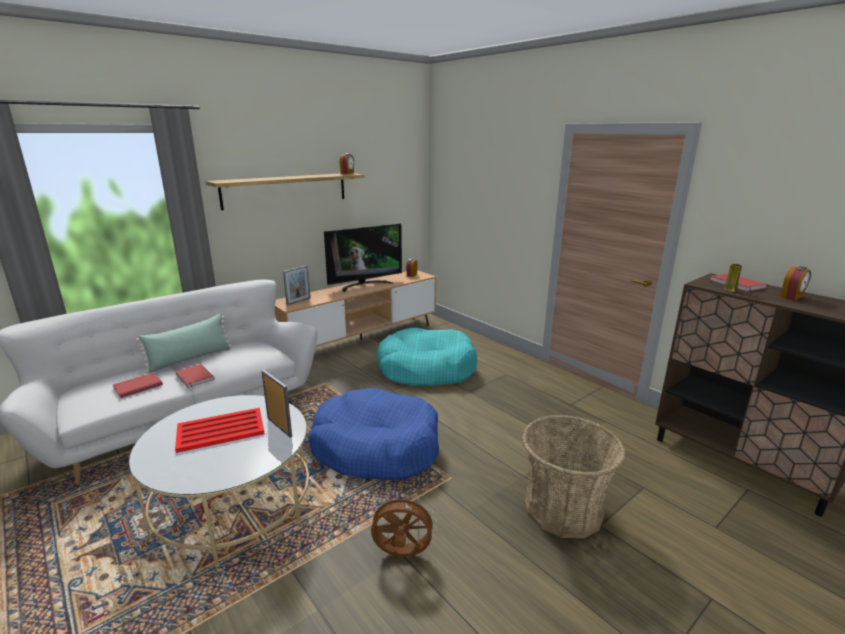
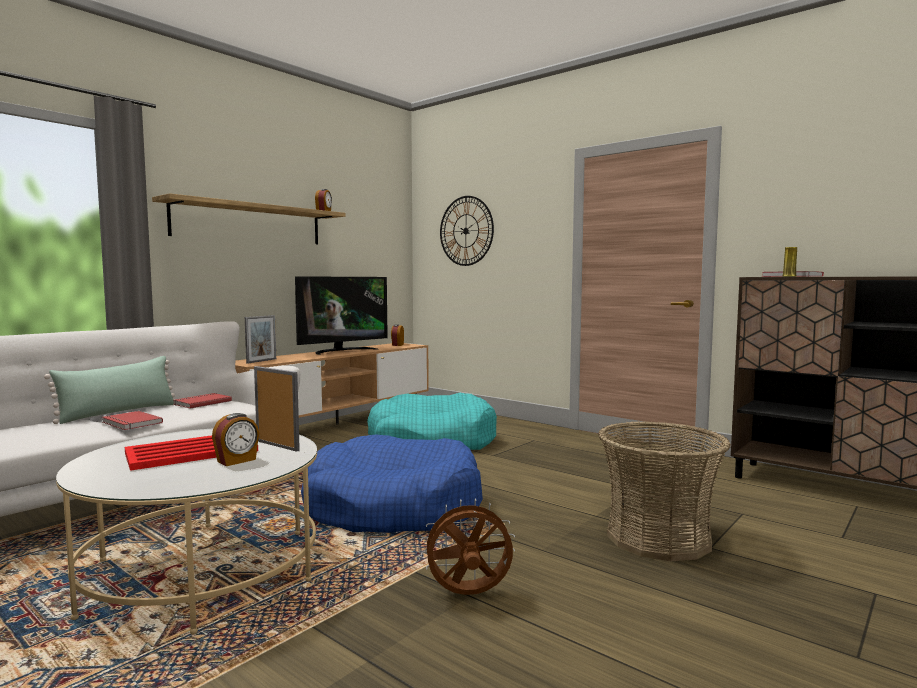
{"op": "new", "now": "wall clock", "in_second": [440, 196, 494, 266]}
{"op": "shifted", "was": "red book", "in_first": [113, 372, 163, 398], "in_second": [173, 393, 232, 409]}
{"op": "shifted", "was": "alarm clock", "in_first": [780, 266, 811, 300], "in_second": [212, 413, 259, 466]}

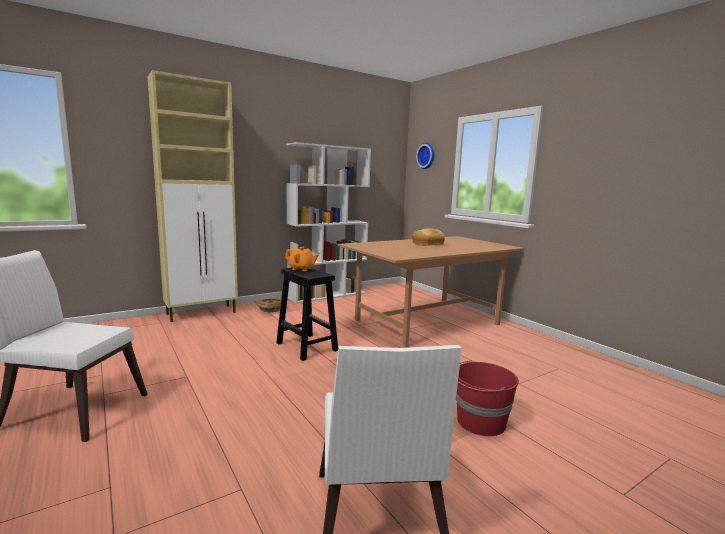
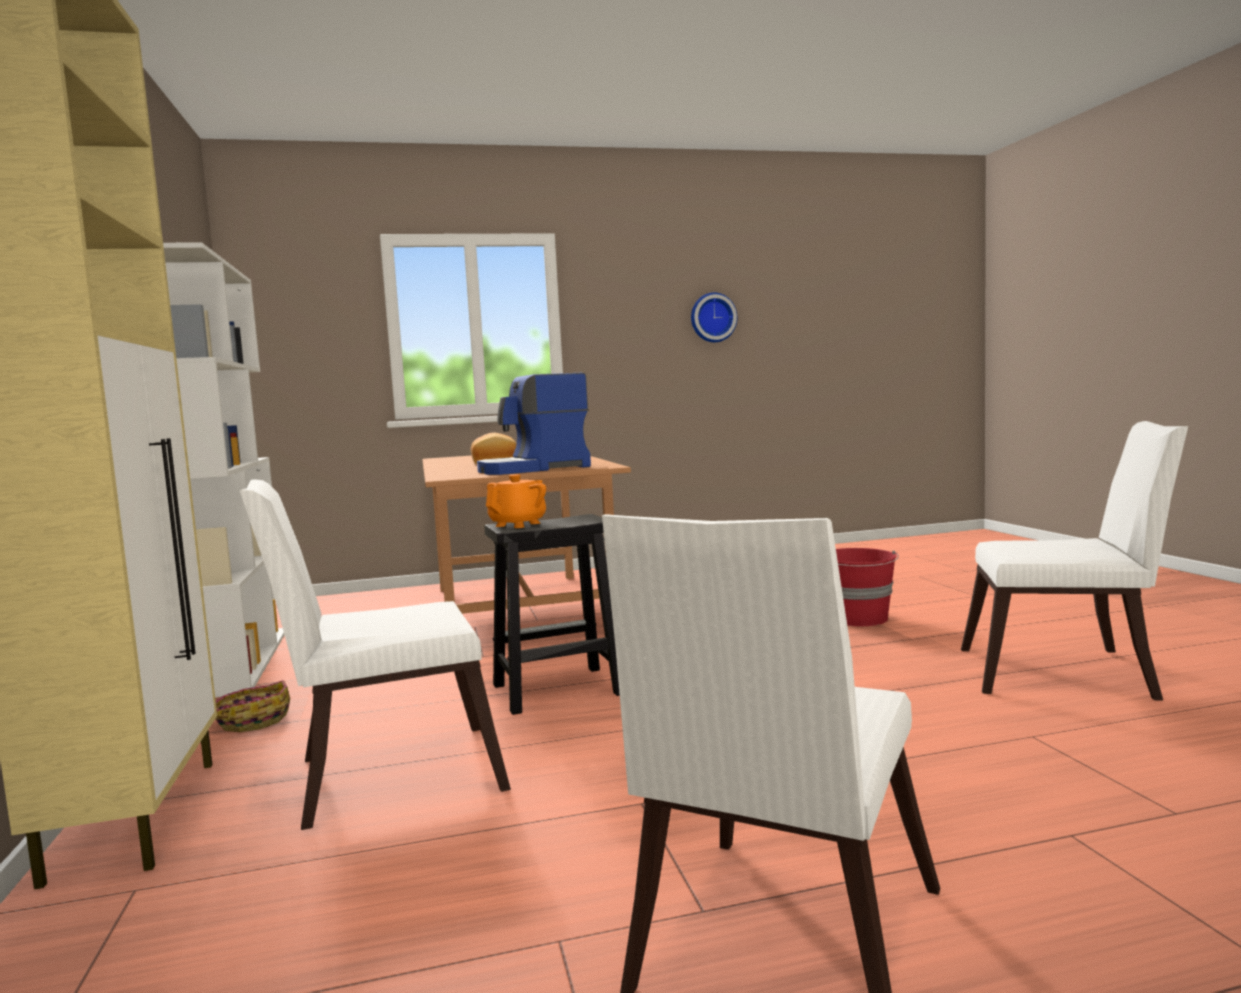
{"op": "new", "now": "white chair", "in_second": [240, 479, 511, 830]}
{"op": "new", "now": "coffee machine", "in_second": [477, 373, 591, 475]}
{"op": "shifted", "was": "wall clock", "in_first": [416, 143, 435, 169], "in_second": [691, 292, 737, 342]}

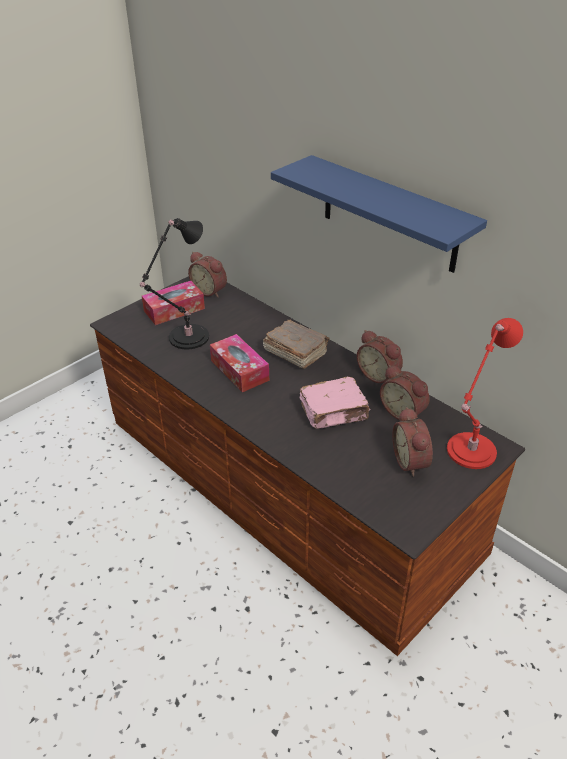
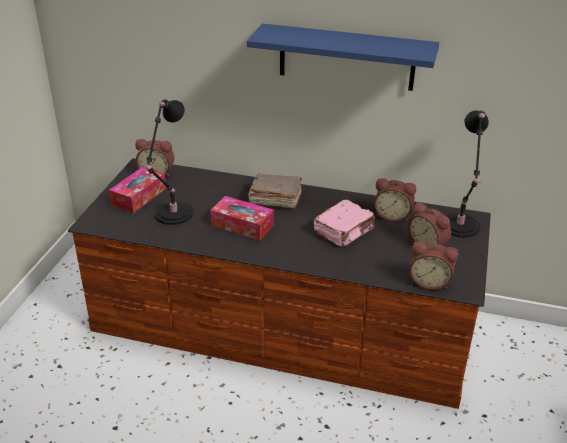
{"op": "shifted", "was": "alarm clock", "in_first": [357, 330, 403, 383], "in_second": [409, 242, 458, 290]}
{"op": "repainted", "was": "red table lamp", "now": "black table lamp", "in_first": [447, 318, 523, 469], "in_second": [445, 111, 489, 237]}

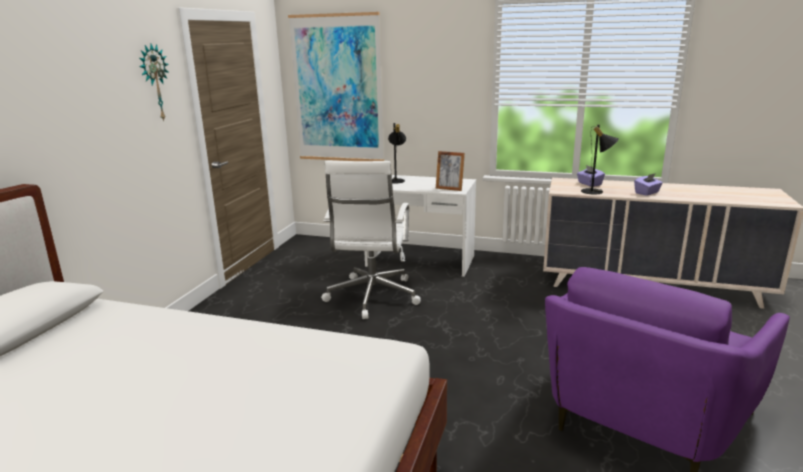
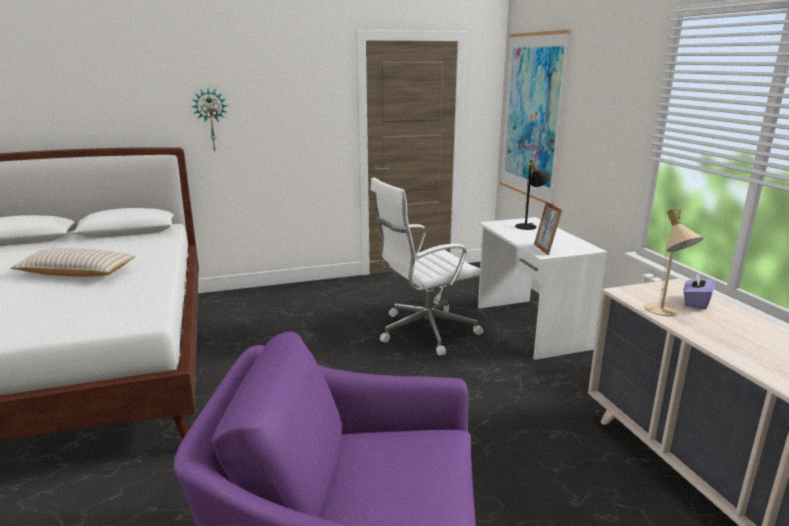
{"op": "gone", "was": "purple tissue box", "in_first": [634, 173, 663, 196]}
{"op": "new", "now": "beige pillow", "in_second": [10, 248, 136, 277]}
{"op": "shifted", "was": "wall clock", "in_first": [139, 44, 169, 121], "in_second": [191, 88, 228, 151]}
{"op": "repainted", "was": "black table lamp", "now": "beige table lamp", "in_first": [581, 124, 619, 195], "in_second": [644, 208, 703, 316]}

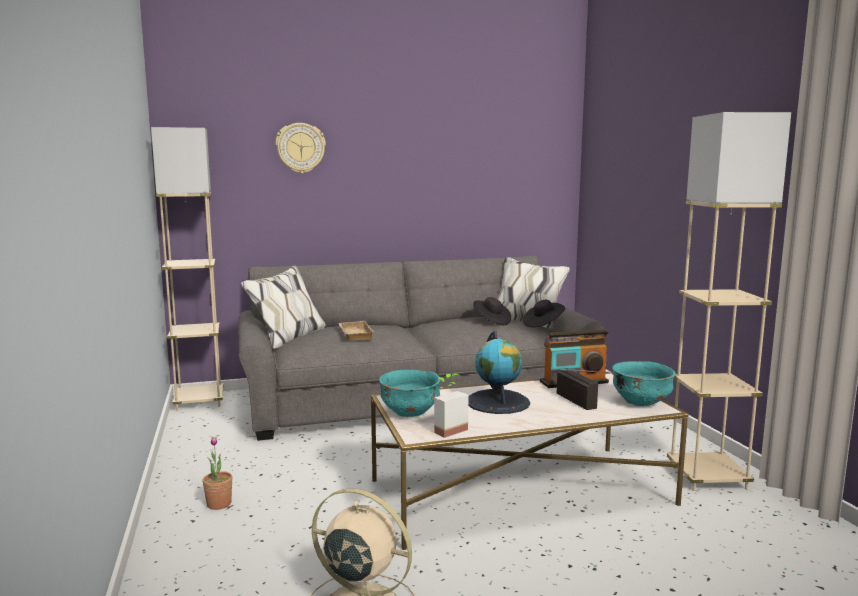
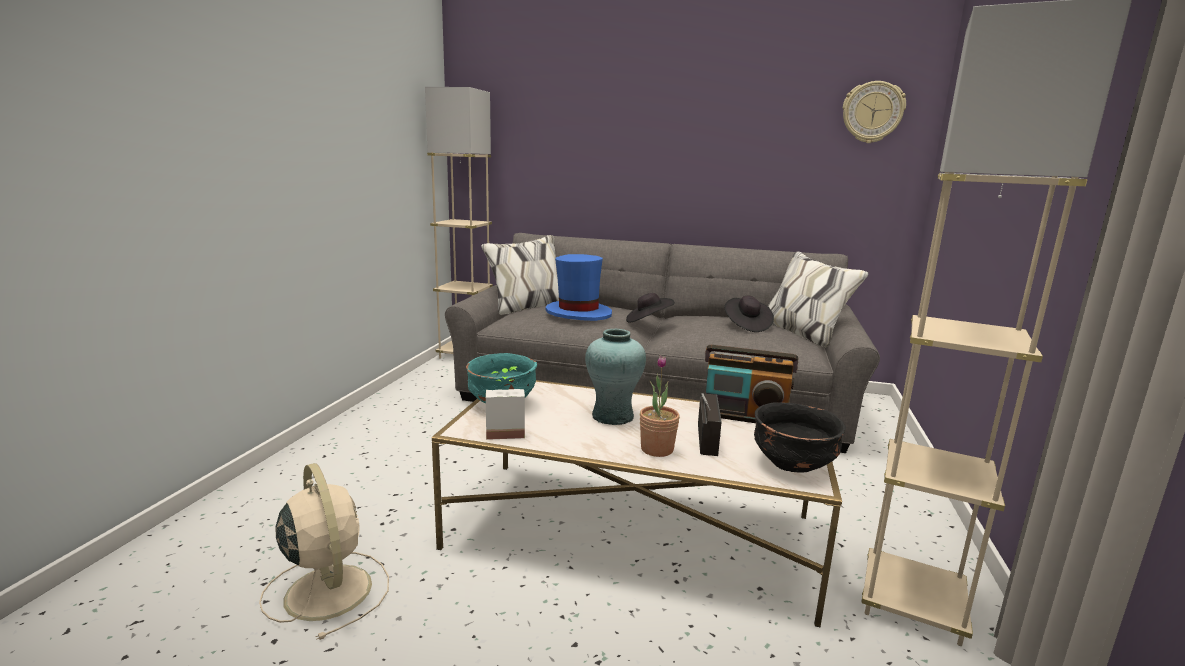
{"op": "shifted", "was": "potted plant", "in_first": [202, 437, 232, 510], "in_second": [640, 355, 680, 457]}
{"op": "shifted", "was": "wall clock", "in_first": [275, 123, 326, 173], "in_second": [843, 81, 906, 143]}
{"op": "shifted", "was": "black hat", "in_first": [523, 300, 565, 328], "in_second": [626, 293, 675, 323]}
{"op": "swapped", "was": "beige tray", "now": "blue hat", "in_first": [338, 321, 374, 341], "in_second": [545, 254, 612, 321]}
{"op": "swapped", "was": "globe", "now": "turquoise vase", "in_first": [468, 331, 530, 414], "in_second": [585, 329, 646, 425]}
{"op": "repainted", "was": "turquoise bowl", "now": "black bowl", "in_first": [612, 361, 676, 406], "in_second": [754, 402, 846, 473]}

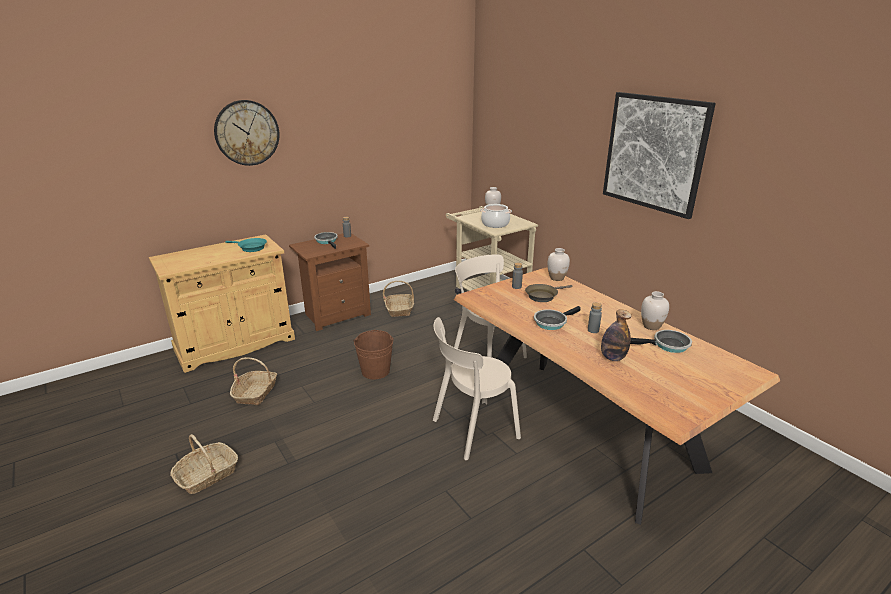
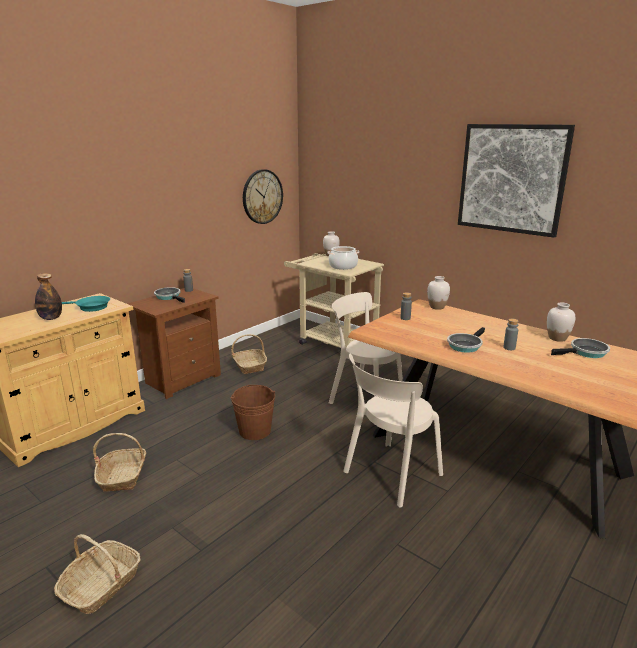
{"op": "gone", "was": "brown frying pan", "in_first": [525, 284, 573, 302]}
{"op": "shifted", "was": "wall clock", "in_first": [214, 100, 279, 166], "in_second": [243, 169, 283, 224]}
{"op": "shifted", "was": "bottle", "in_first": [601, 309, 632, 361], "in_second": [35, 273, 62, 320]}

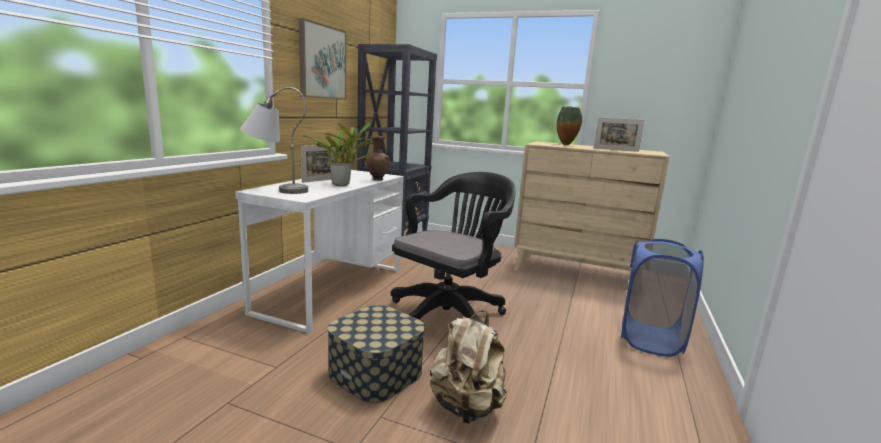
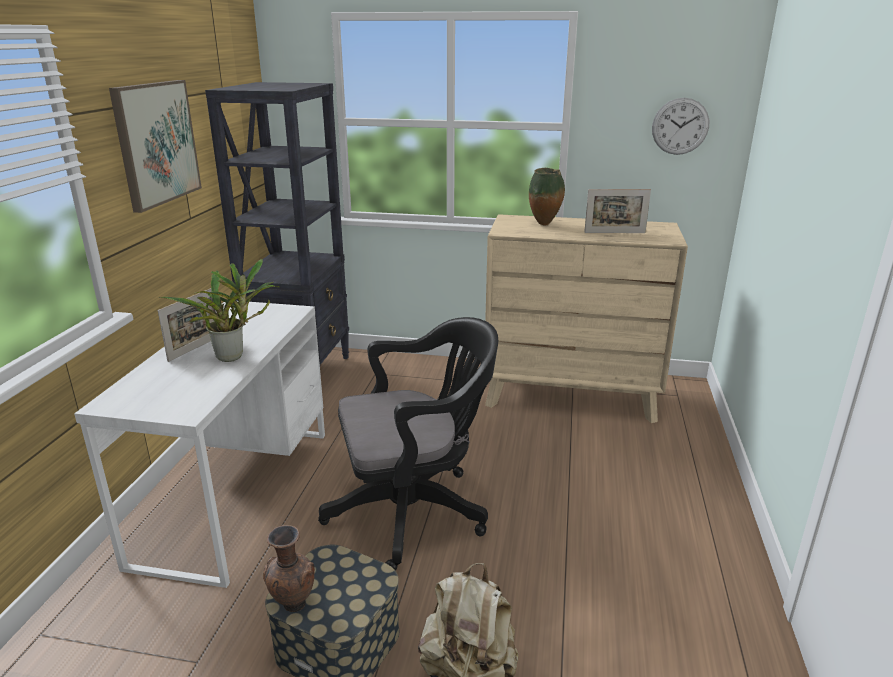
{"op": "gone", "was": "grey table lamp", "in_first": [240, 87, 308, 194]}
{"op": "gone", "was": "blue laundry basket", "in_first": [621, 239, 704, 357]}
{"op": "new", "now": "wall clock", "in_second": [652, 98, 709, 155]}
{"op": "shifted", "was": "brown vase", "in_first": [366, 136, 390, 181], "in_second": [263, 525, 315, 612]}
{"op": "rotated", "was": "black office chair", "in_first": [391, 172, 516, 324], "in_second": [318, 317, 498, 571], "clockwise": 45}

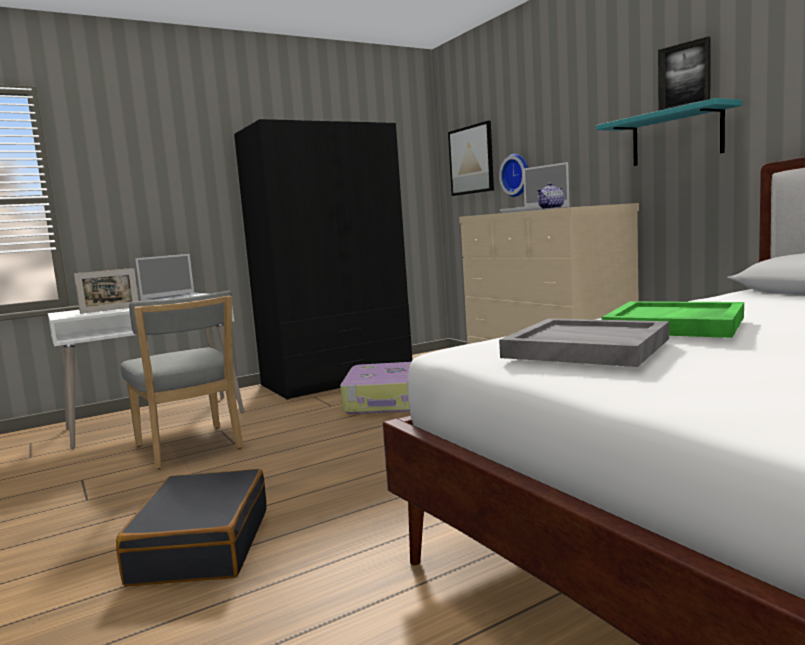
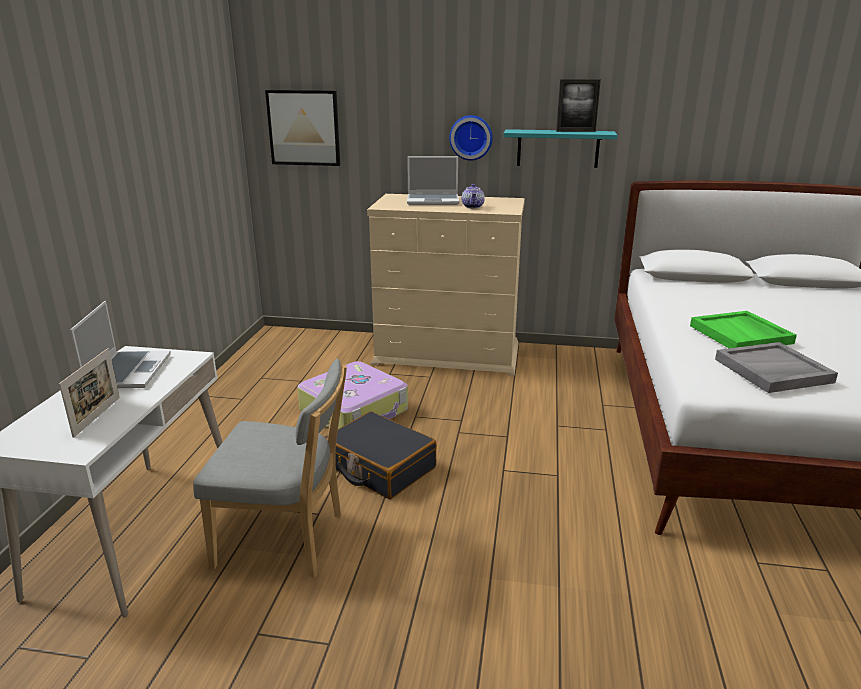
{"op": "gone", "was": "black wardrobe", "in_first": [234, 119, 412, 400]}
{"op": "shifted", "was": "black suitcase", "in_first": [116, 469, 267, 586], "in_second": [324, 411, 437, 499]}
{"op": "shifted", "was": "wall clock", "in_first": [499, 154, 528, 197], "in_second": [449, 115, 493, 161]}

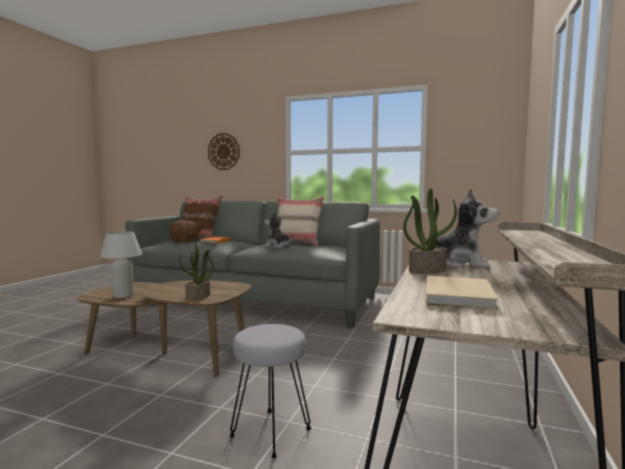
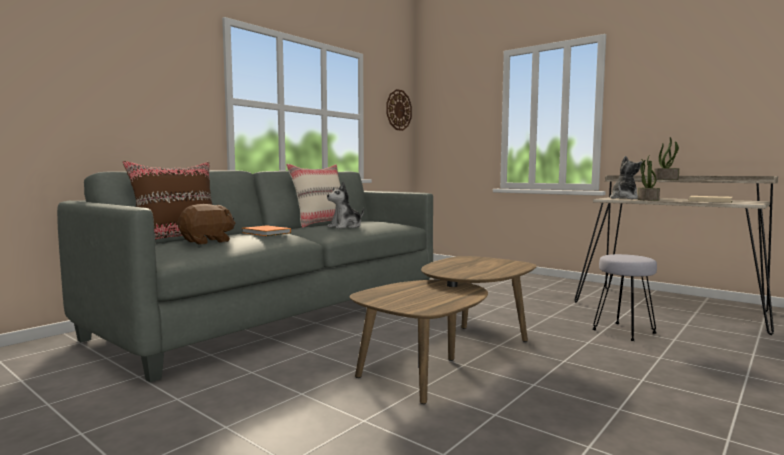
{"op": "gone", "was": "white table lamp", "in_first": [100, 232, 142, 298]}
{"op": "shifted", "was": "potted plant", "in_first": [179, 245, 214, 300], "in_second": [654, 137, 679, 180]}
{"op": "shifted", "was": "wall clock", "in_first": [208, 133, 240, 170], "in_second": [386, 89, 412, 131]}

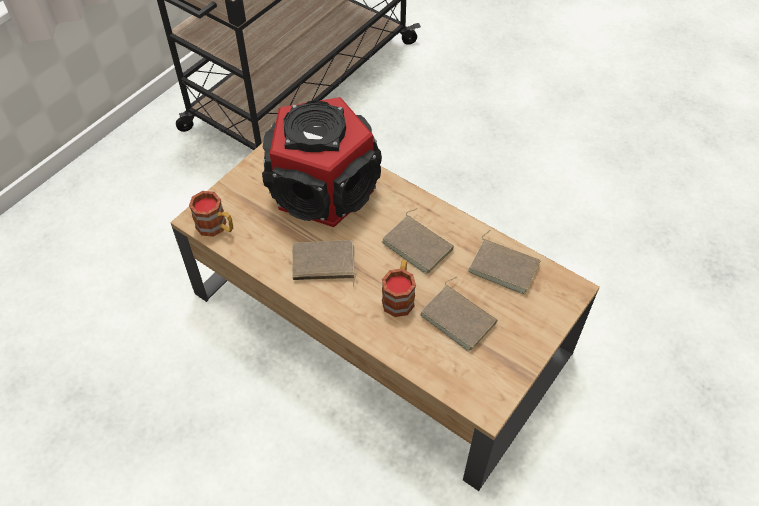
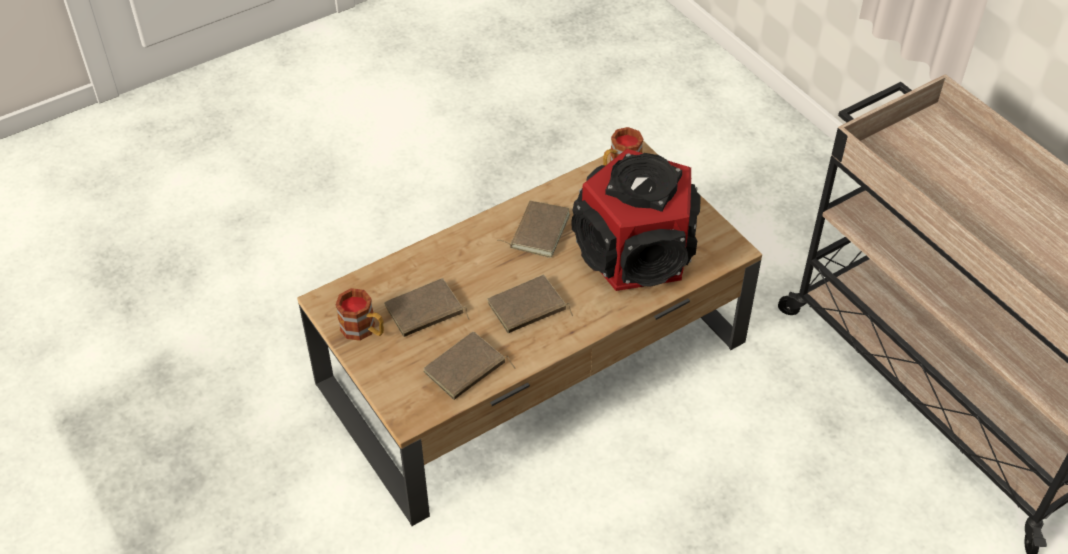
{"op": "shifted", "was": "mug", "in_first": [382, 260, 416, 317], "in_second": [336, 288, 384, 341]}

